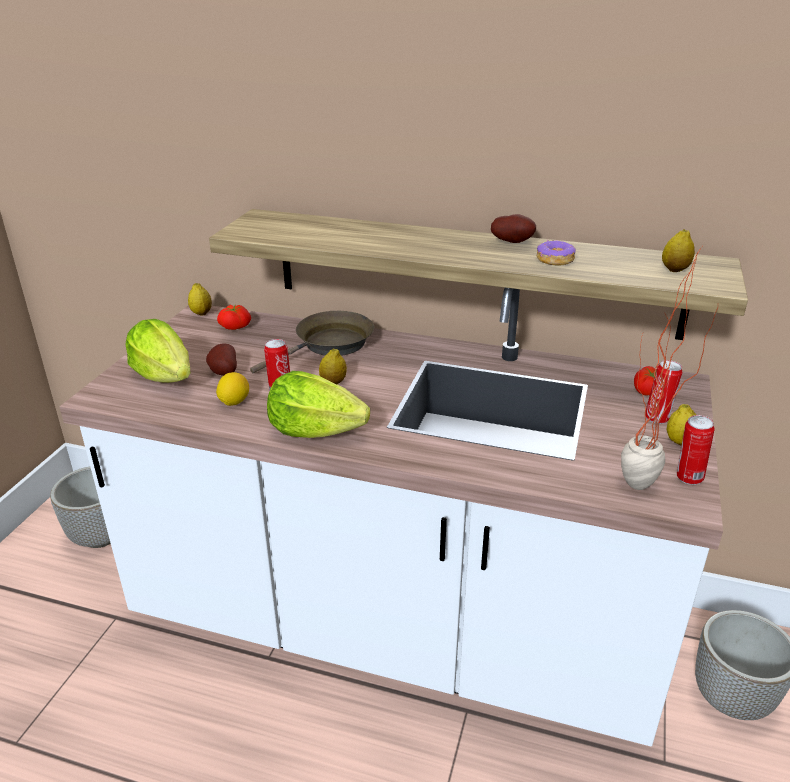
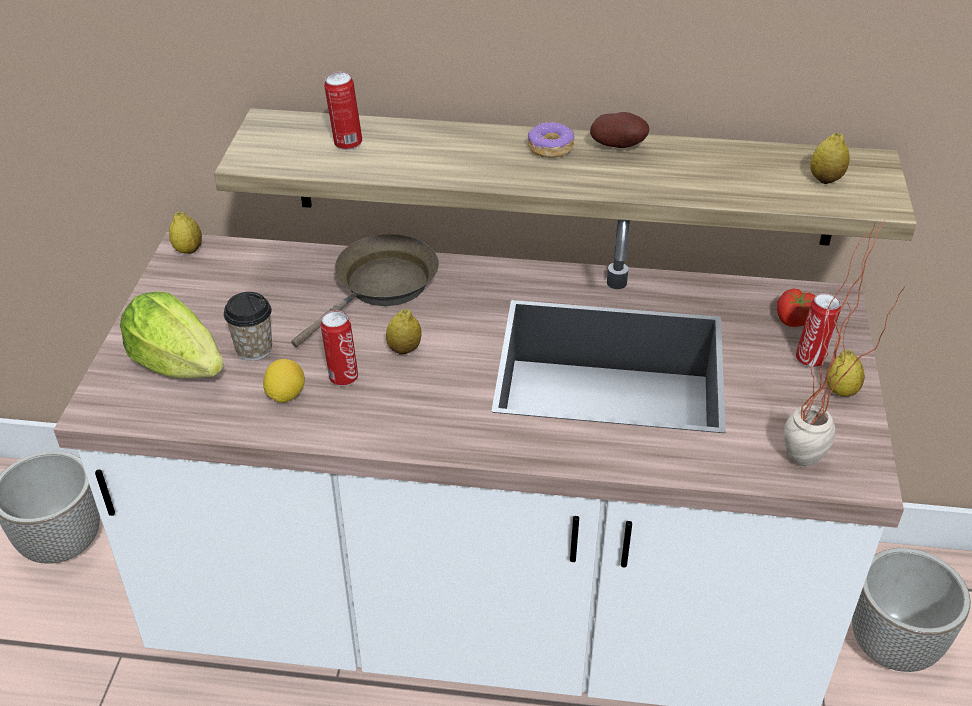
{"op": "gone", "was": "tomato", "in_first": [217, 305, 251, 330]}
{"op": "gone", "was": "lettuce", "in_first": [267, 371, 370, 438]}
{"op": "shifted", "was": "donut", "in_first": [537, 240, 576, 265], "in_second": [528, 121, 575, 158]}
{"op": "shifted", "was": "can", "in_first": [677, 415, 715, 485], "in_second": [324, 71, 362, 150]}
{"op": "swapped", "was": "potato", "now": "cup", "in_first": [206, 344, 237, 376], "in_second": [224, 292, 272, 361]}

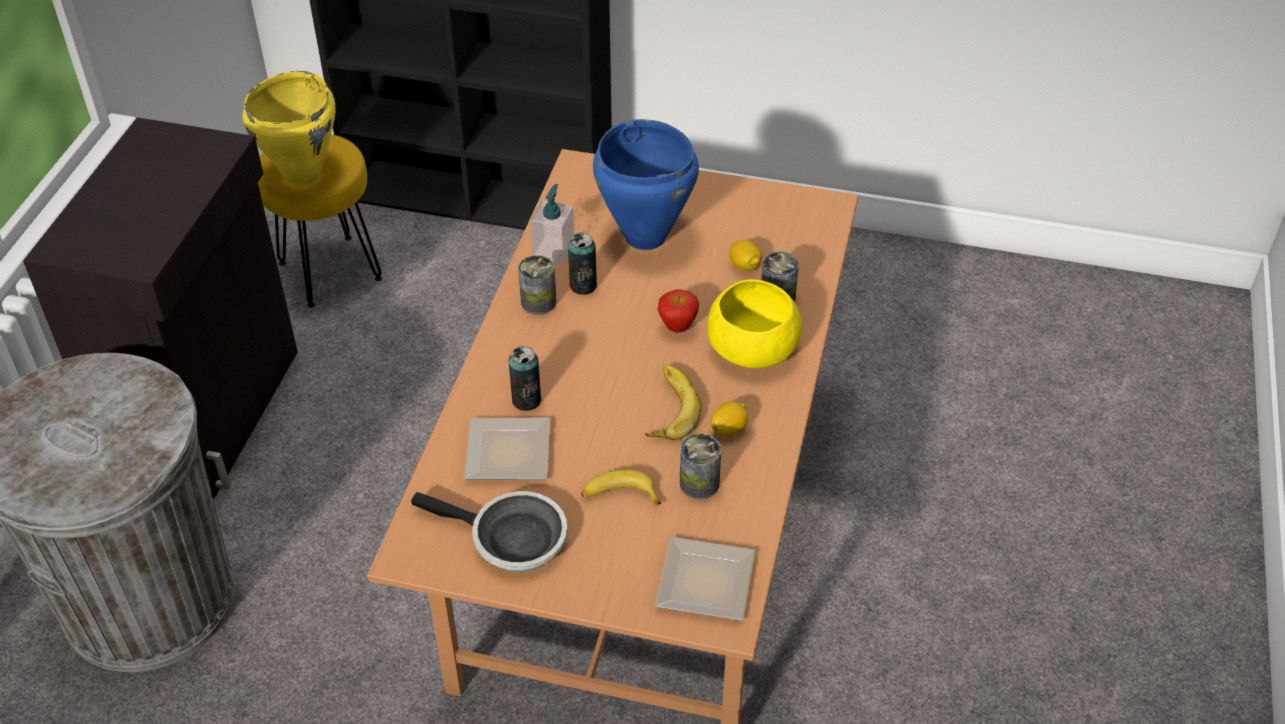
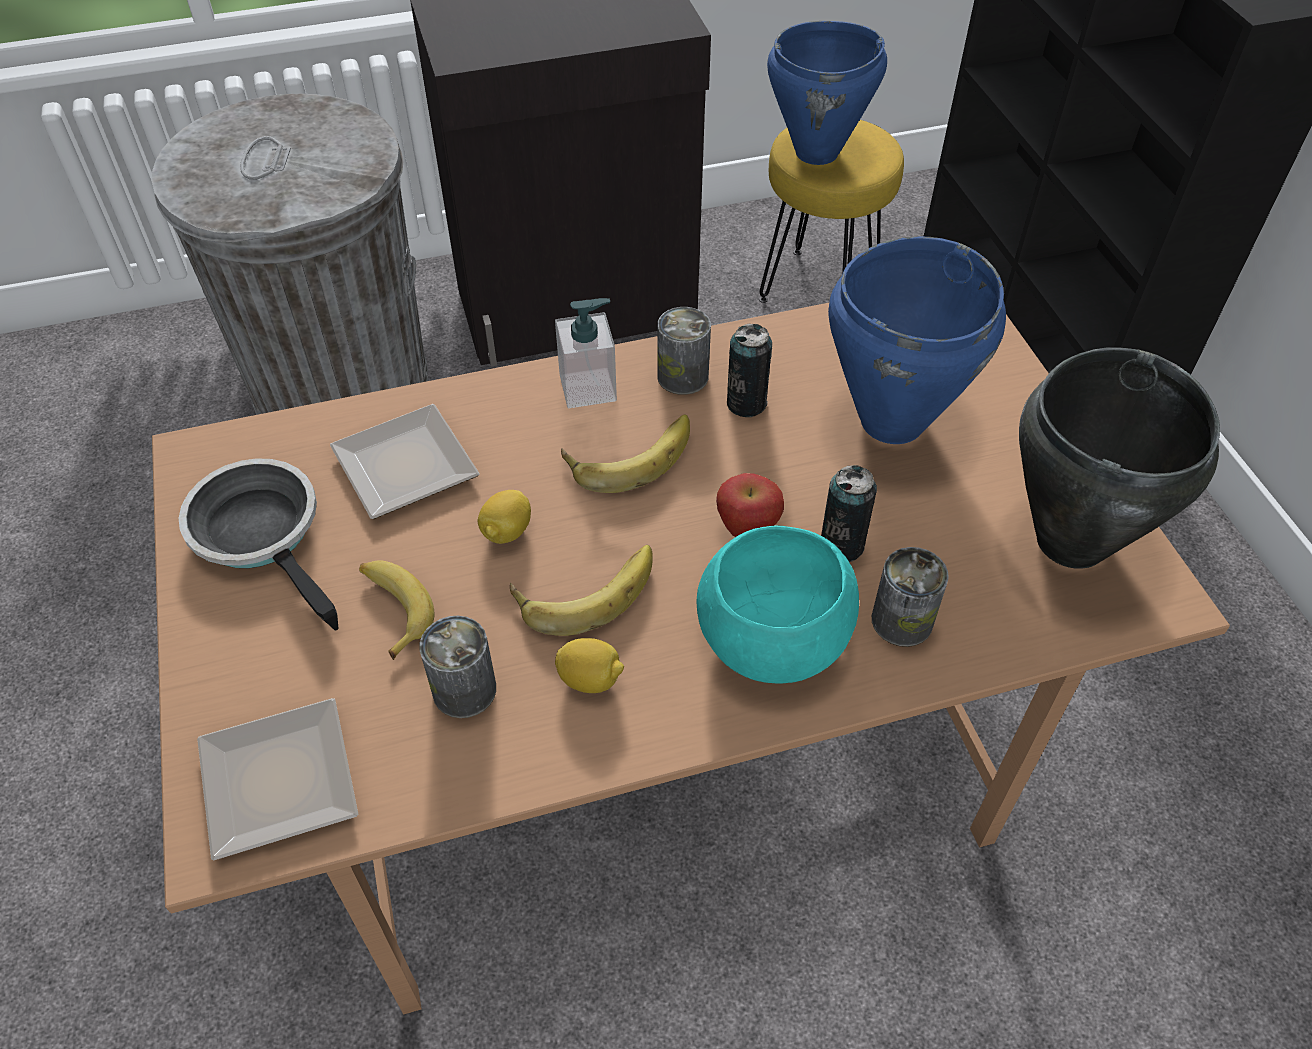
{"op": "new", "now": "banana", "in_second": [561, 414, 690, 493]}
{"op": "new", "now": "black cooking pot", "in_second": [1019, 347, 1220, 569]}
{"op": "shifted", "was": "can", "in_first": [509, 346, 541, 411], "in_second": [821, 465, 877, 562]}
{"op": "shifted", "was": "soap dispenser", "in_first": [531, 184, 574, 264], "in_second": [555, 298, 617, 408]}
{"op": "shifted", "was": "lemon", "in_first": [729, 240, 762, 271], "in_second": [478, 490, 531, 544]}
{"op": "repainted", "was": "yellow cooking pot", "now": "blue cooking pot", "in_first": [243, 71, 336, 185], "in_second": [767, 21, 887, 165]}
{"op": "repainted", "was": "yellow bowl", "now": "turquoise bowl", "in_first": [707, 279, 802, 368], "in_second": [696, 525, 859, 684]}
{"op": "rotated", "was": "frying pan", "in_first": [411, 491, 568, 572], "in_second": [179, 458, 339, 631], "clockwise": 150}

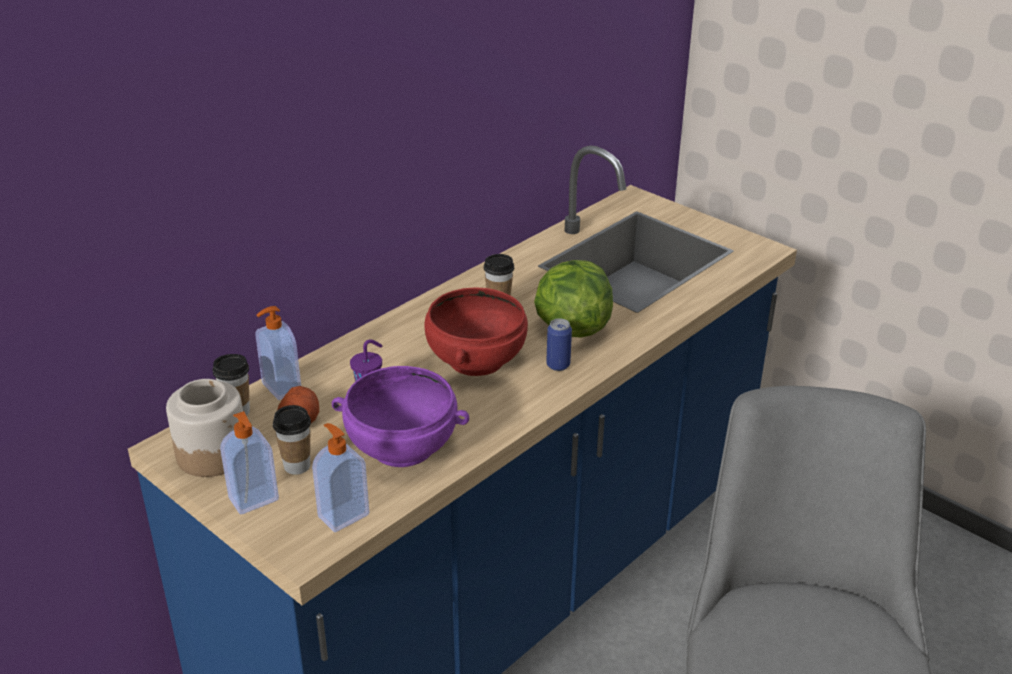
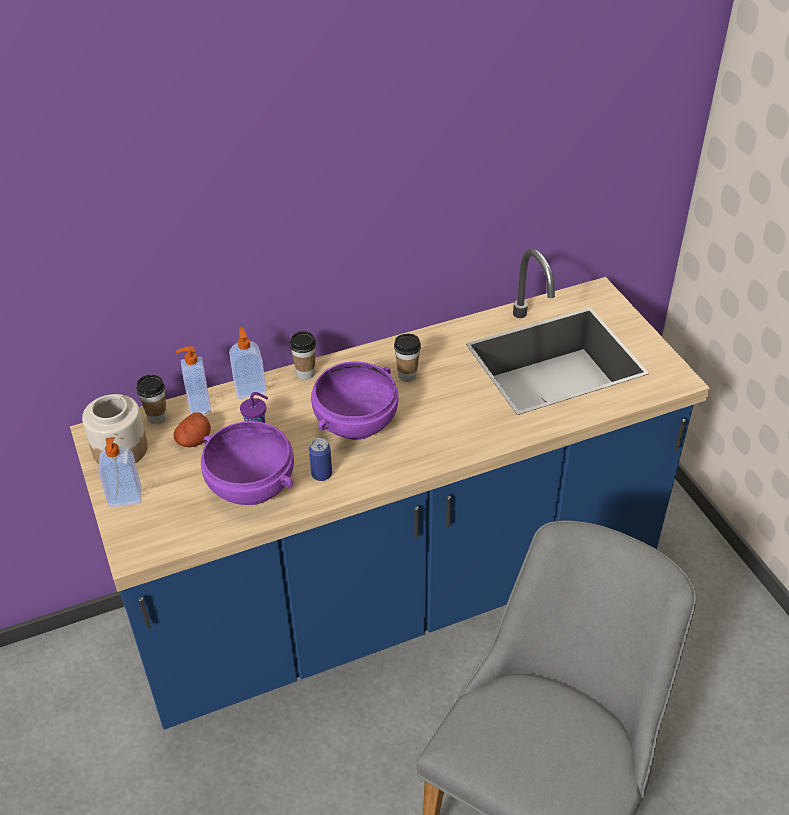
{"op": "gone", "was": "lettuce", "in_first": [534, 260, 613, 338]}
{"op": "shifted", "was": "cup", "in_first": [273, 405, 311, 475], "in_second": [290, 331, 316, 380]}
{"op": "shifted", "was": "soap dispenser", "in_first": [312, 423, 369, 532], "in_second": [229, 327, 267, 399]}
{"op": "shifted", "was": "can", "in_first": [546, 318, 572, 371], "in_second": [309, 438, 332, 481]}
{"op": "repainted", "was": "red bowl", "now": "purple bowl", "in_first": [424, 288, 528, 376], "in_second": [311, 361, 398, 440]}

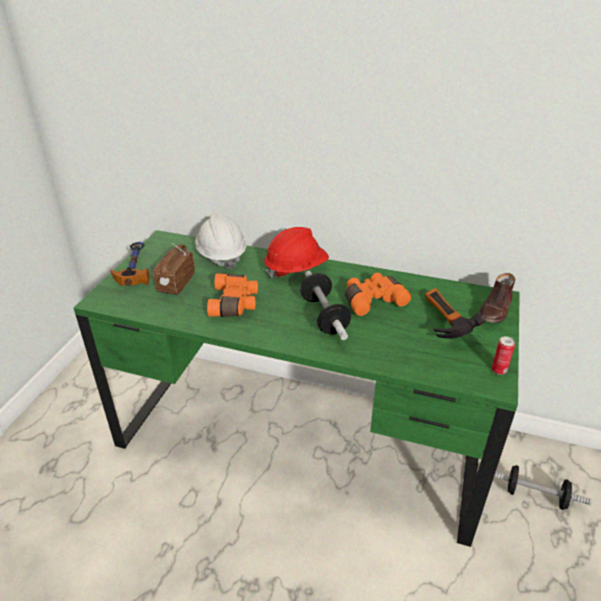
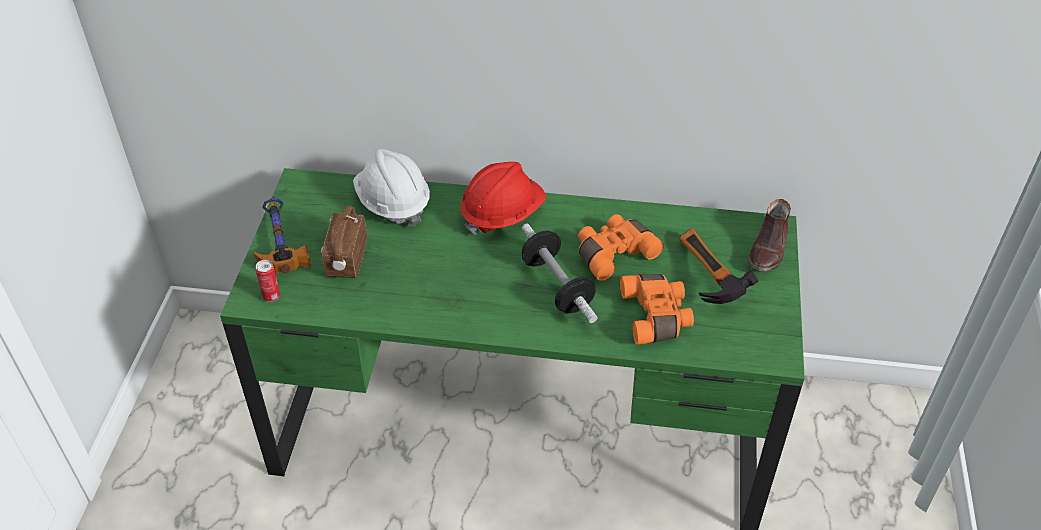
{"op": "gone", "was": "dumbbell", "in_first": [494, 465, 592, 510]}
{"op": "shifted", "was": "orange binoculars", "in_first": [207, 273, 258, 317], "in_second": [620, 274, 694, 345]}
{"op": "shifted", "was": "can", "in_first": [492, 336, 515, 375], "in_second": [256, 260, 280, 302]}

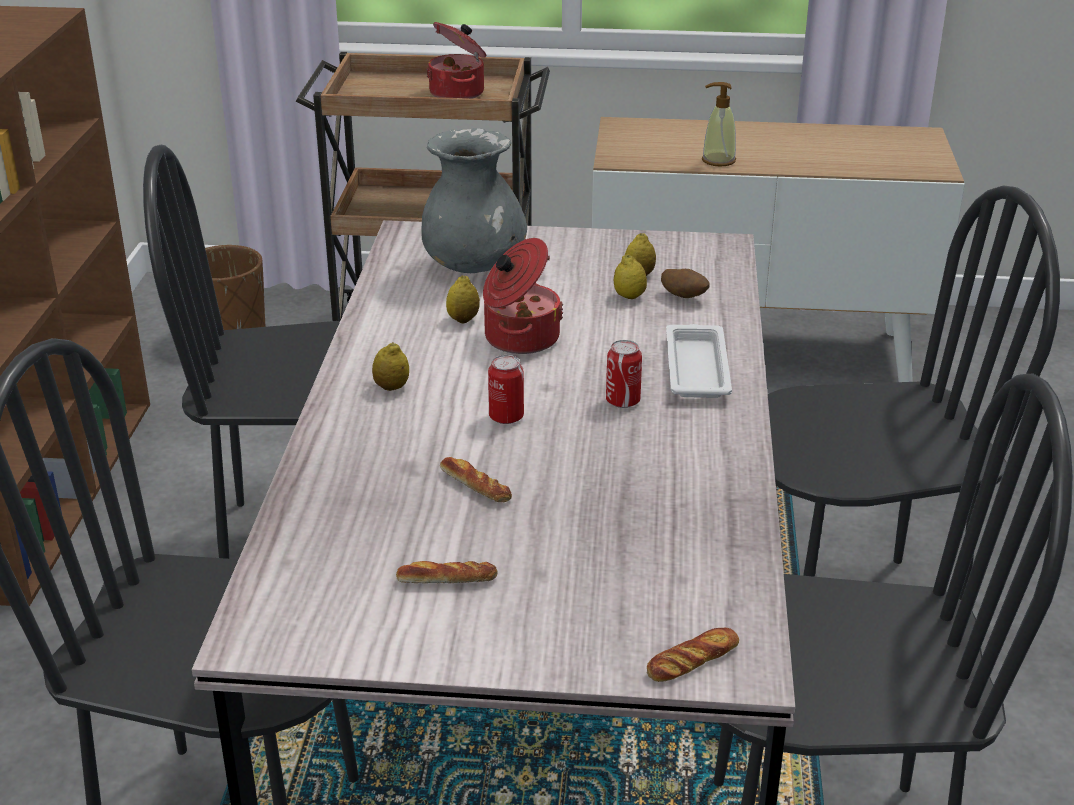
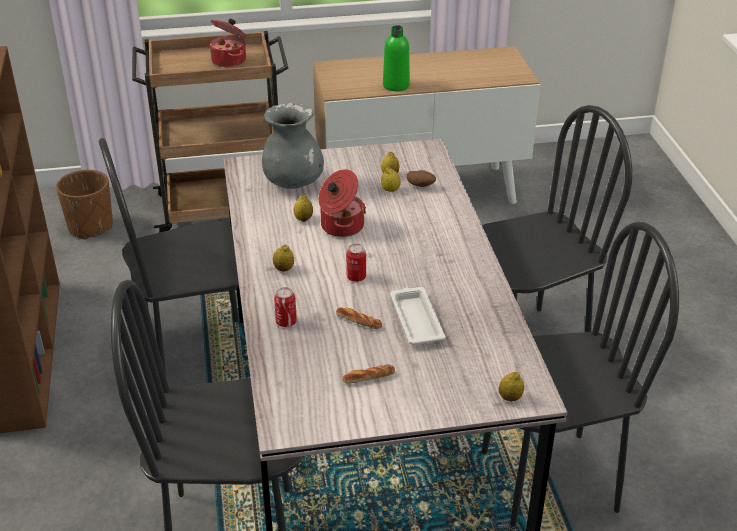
{"op": "shifted", "was": "can", "in_first": [606, 340, 642, 408], "in_second": [274, 287, 297, 327]}
{"op": "shifted", "was": "white tray", "in_first": [666, 324, 732, 398], "in_second": [390, 287, 446, 345]}
{"op": "swapped", "was": "bread", "now": "lemon", "in_first": [647, 628, 739, 682], "in_second": [499, 372, 524, 401]}
{"op": "swapped", "was": "soap dispenser", "now": "green bottle", "in_first": [702, 82, 736, 167], "in_second": [383, 25, 410, 91]}

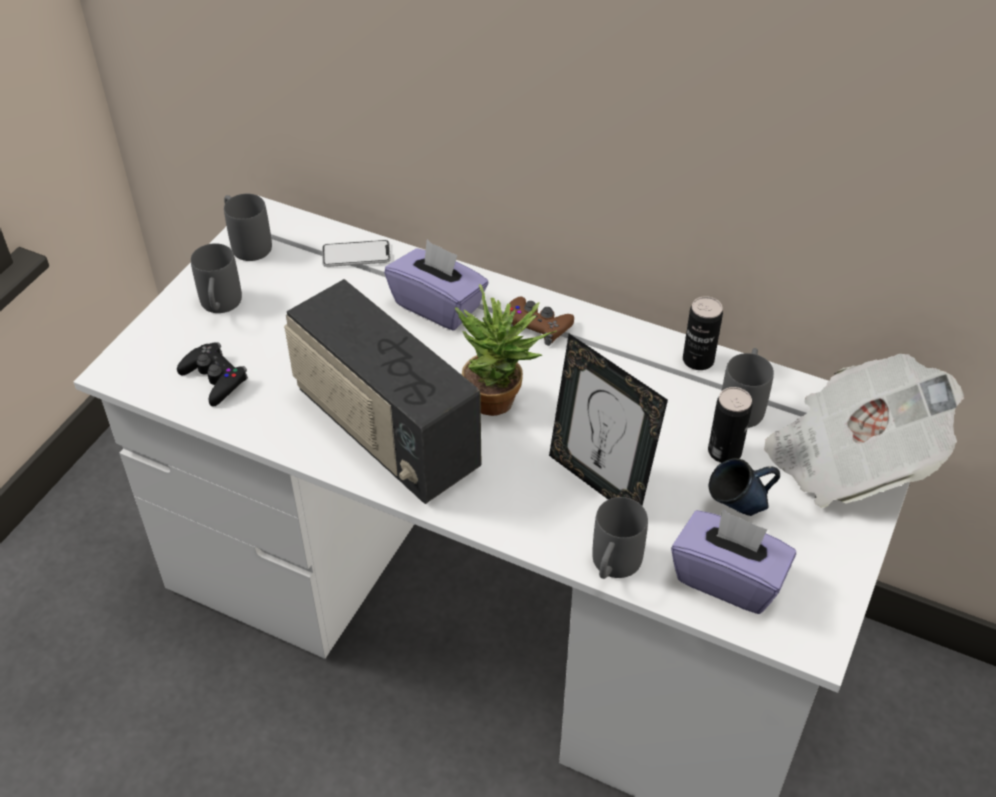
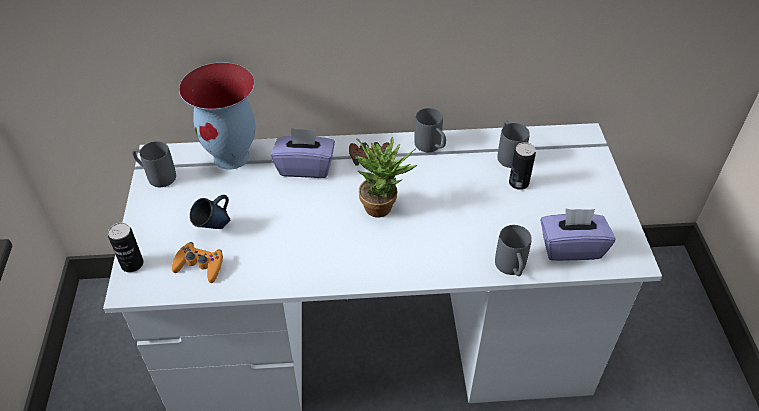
{"op": "gone", "was": "radio", "in_first": [284, 279, 482, 504]}
{"op": "gone", "was": "picture frame", "in_first": [549, 334, 668, 506]}
{"op": "gone", "was": "newspaper", "in_first": [764, 354, 964, 508]}
{"op": "shifted", "was": "grey mug", "in_first": [191, 243, 242, 313], "in_second": [414, 108, 446, 152]}
{"op": "shifted", "was": "can", "in_first": [683, 296, 723, 370], "in_second": [108, 223, 144, 272]}
{"op": "shifted", "was": "blue mug", "in_first": [708, 458, 780, 516], "in_second": [190, 195, 230, 229]}
{"op": "swapped", "was": "phone", "now": "vase", "in_first": [322, 240, 391, 267], "in_second": [179, 62, 255, 170]}
{"op": "repainted", "was": "black game controller", "now": "orange game controller", "in_first": [177, 342, 248, 407], "in_second": [172, 242, 223, 283]}

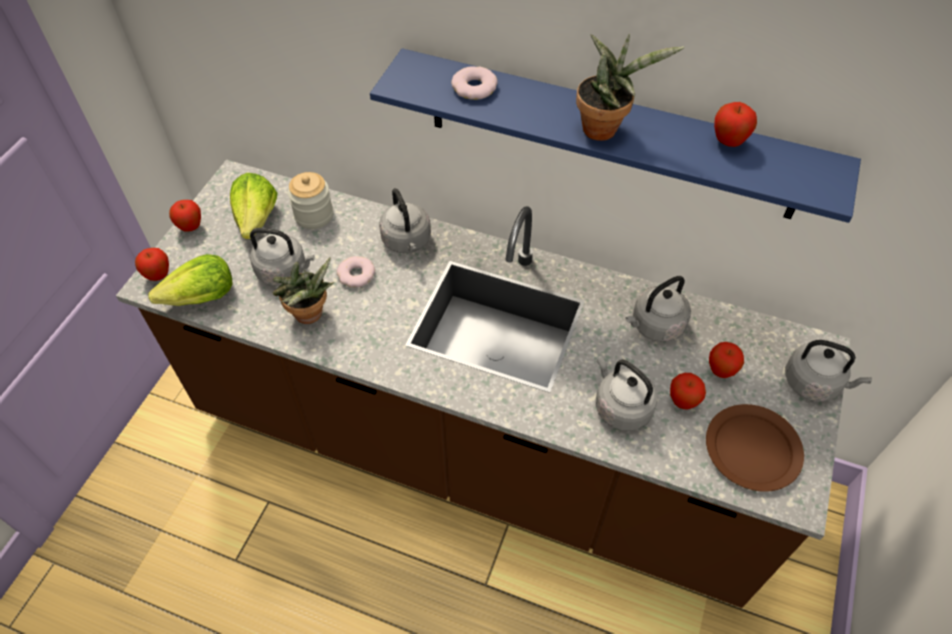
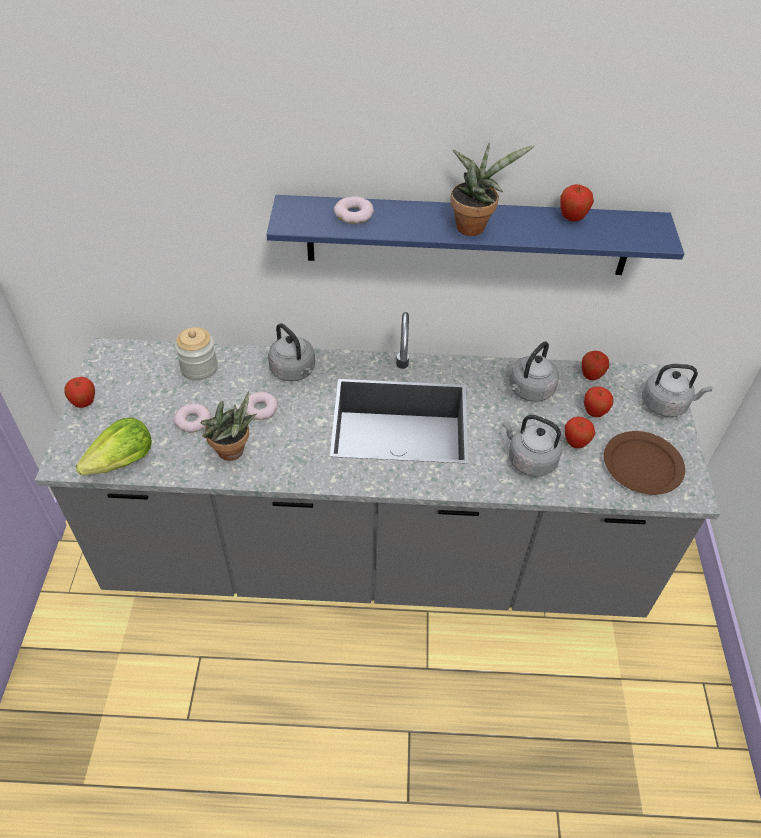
{"op": "gone", "was": "lettuce", "in_first": [230, 173, 277, 239]}
{"op": "shifted", "was": "apple", "in_first": [135, 248, 169, 281], "in_second": [582, 351, 609, 380]}
{"op": "swapped", "was": "grey kettle", "now": "donut", "in_first": [250, 228, 315, 286], "in_second": [174, 404, 211, 432]}
{"op": "repainted", "was": "brown counter", "now": "grey counter", "in_first": [116, 159, 851, 608], "in_second": [35, 312, 720, 618]}

